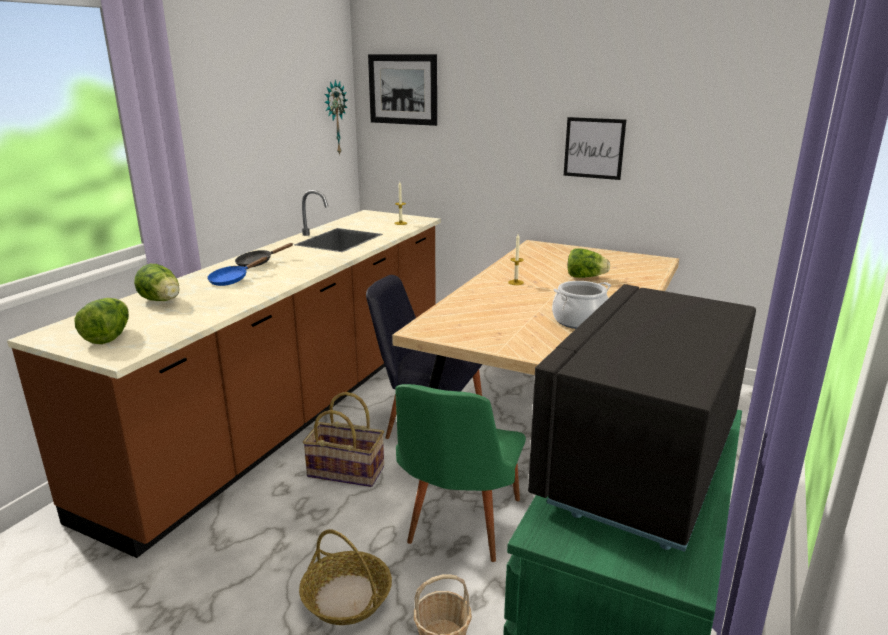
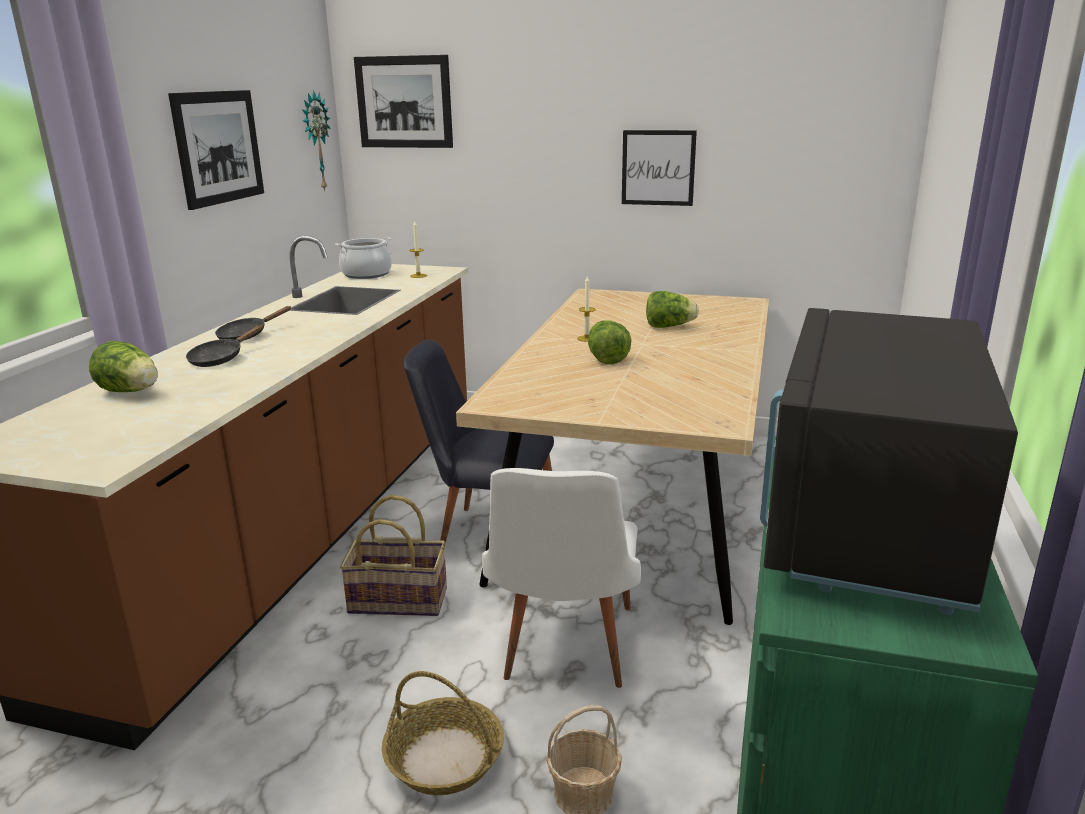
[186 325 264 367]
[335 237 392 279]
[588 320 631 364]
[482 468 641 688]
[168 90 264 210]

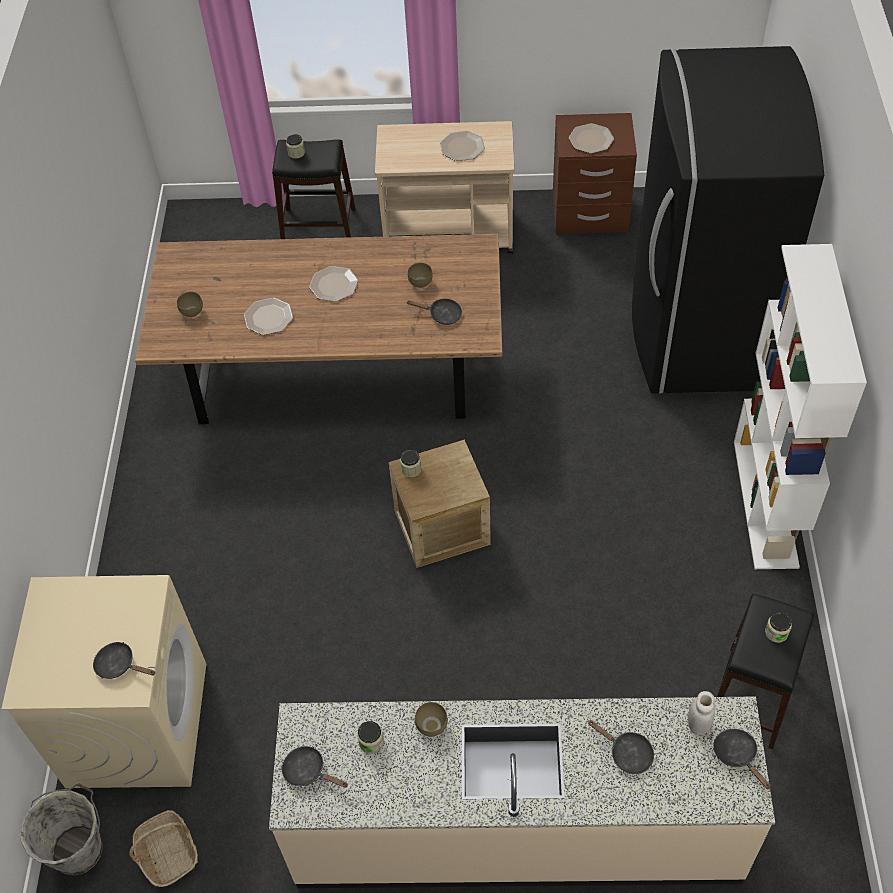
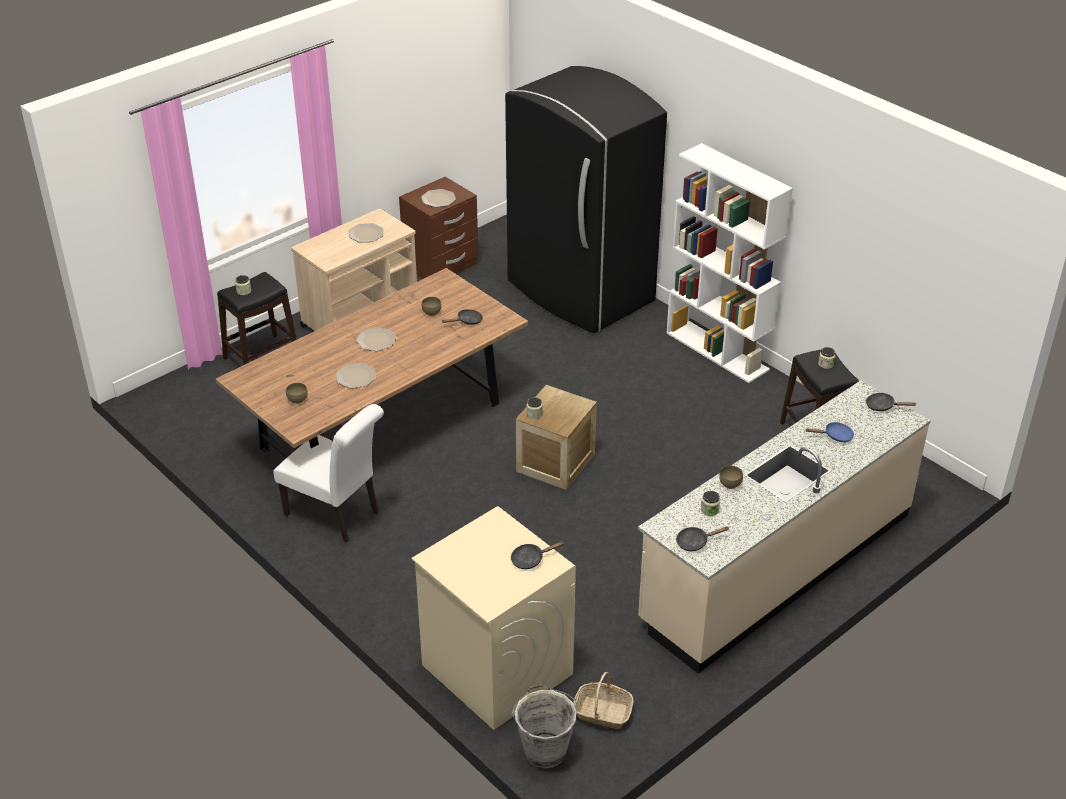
[688 691 715 735] (first image)
[806 422 854 442]
[273 404 384 543]

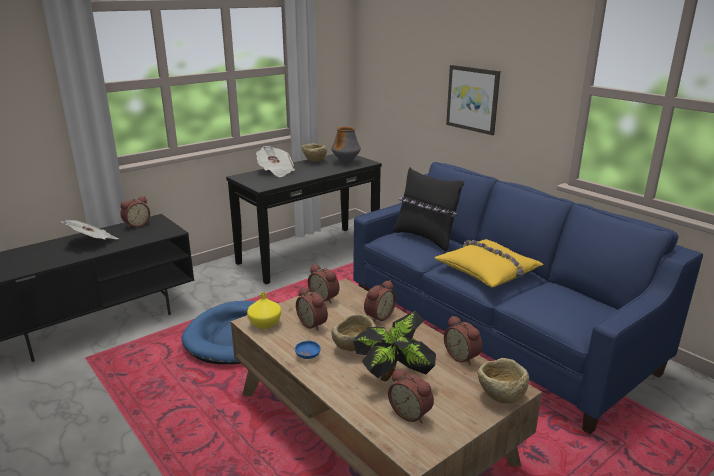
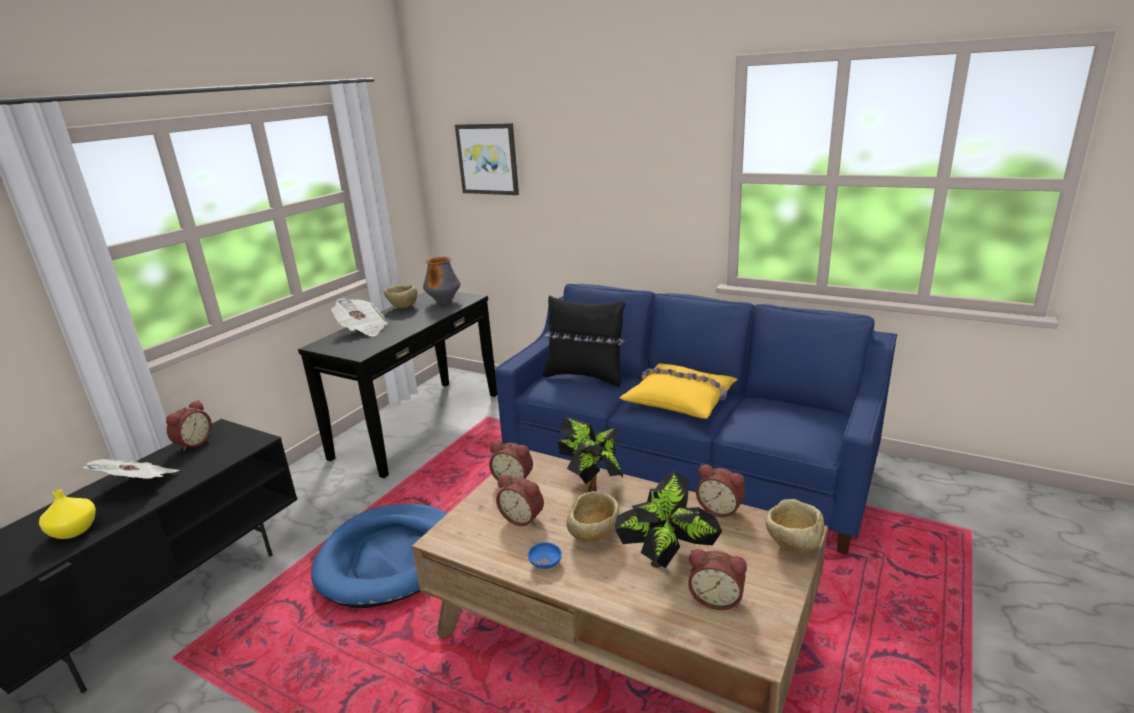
[455 123 519 195]
[557 417 623 492]
[39 489 96 539]

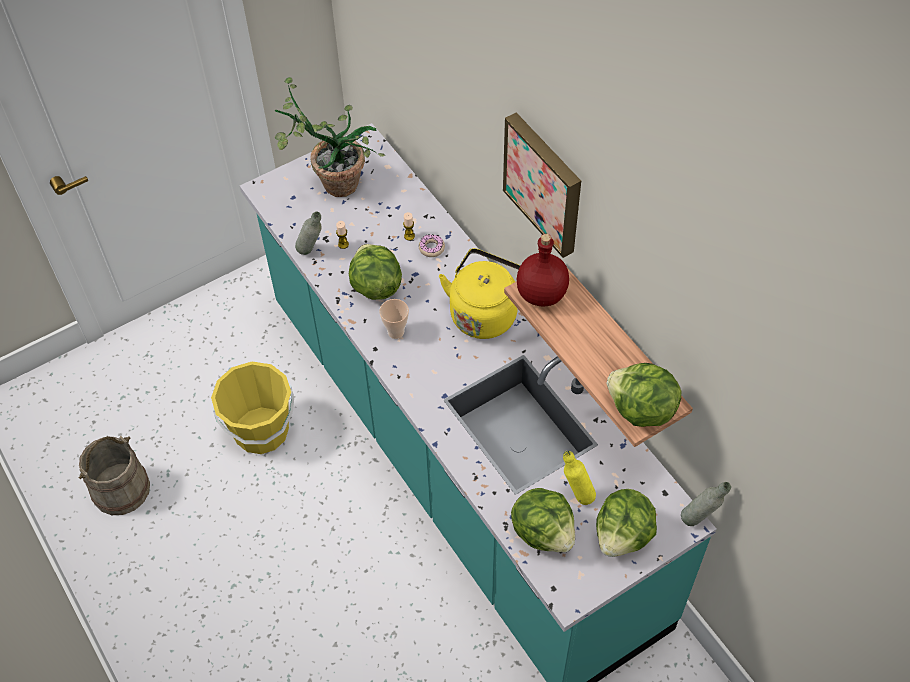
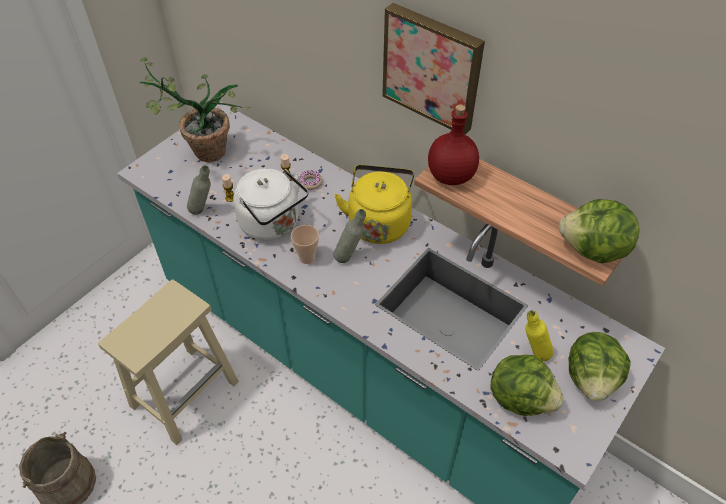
[233 168 308 241]
[98 279 239 445]
[333 209 366 263]

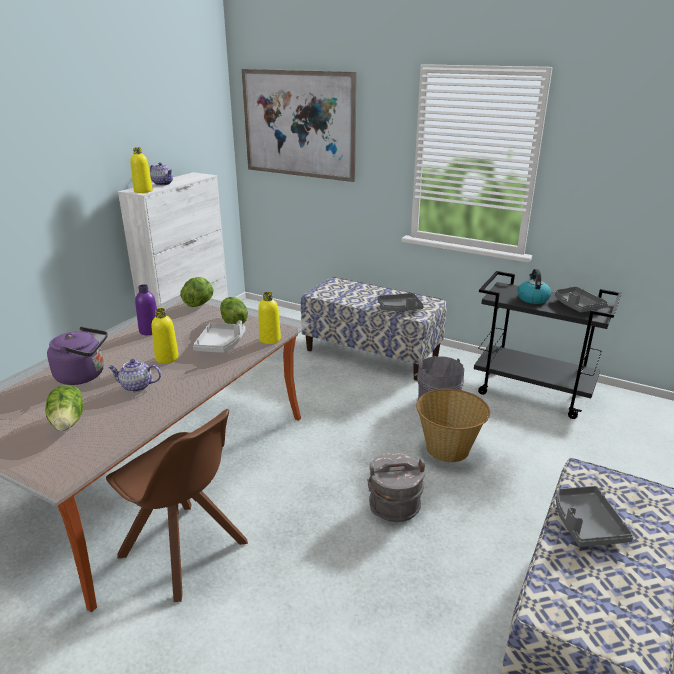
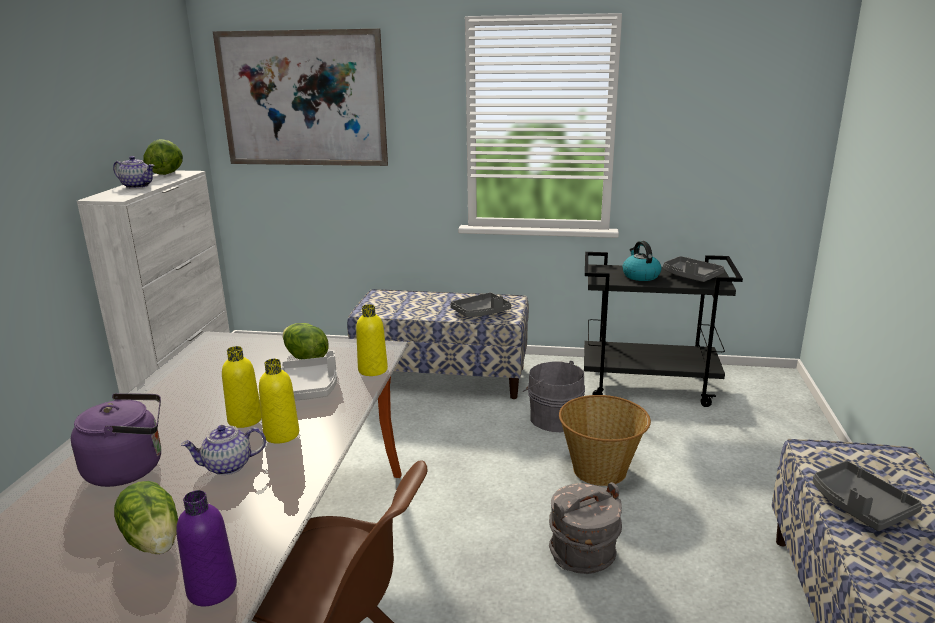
[259 359 299 444]
[143 139 183 175]
[176 490 237 606]

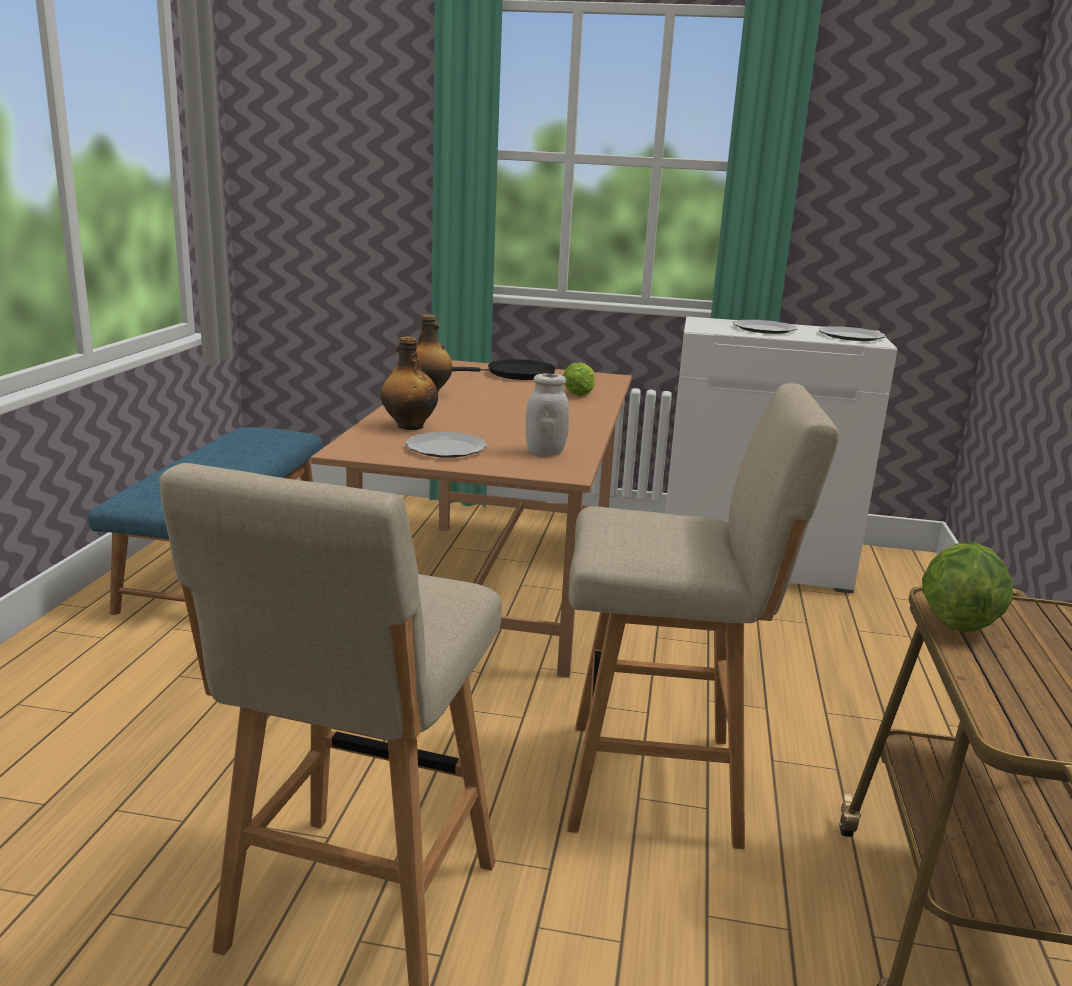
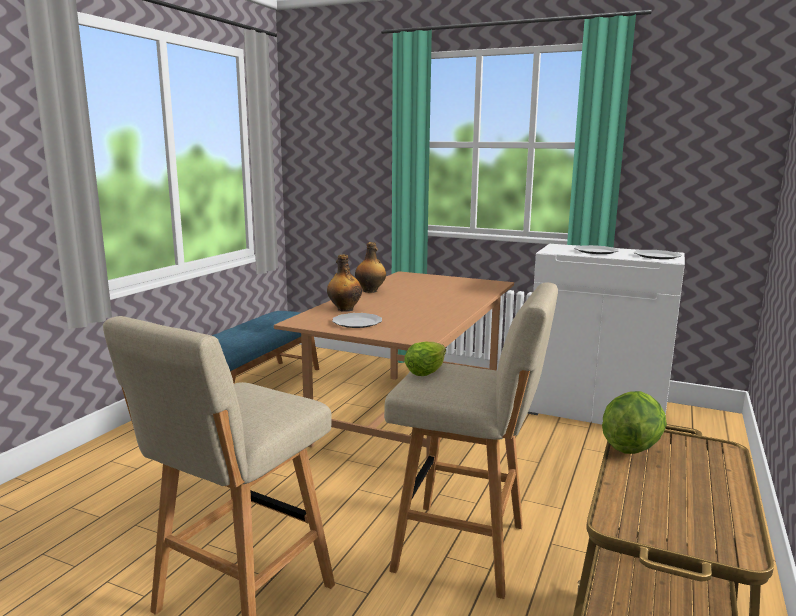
[452 359 556 380] (first image)
[404 342 446 376]
[526 373 569 456] (first image)

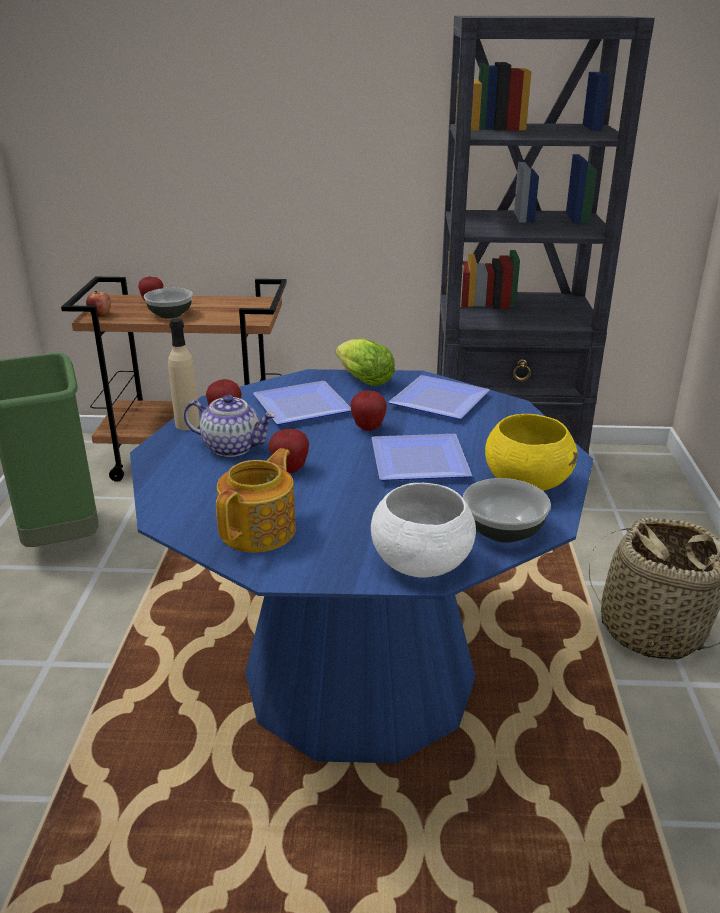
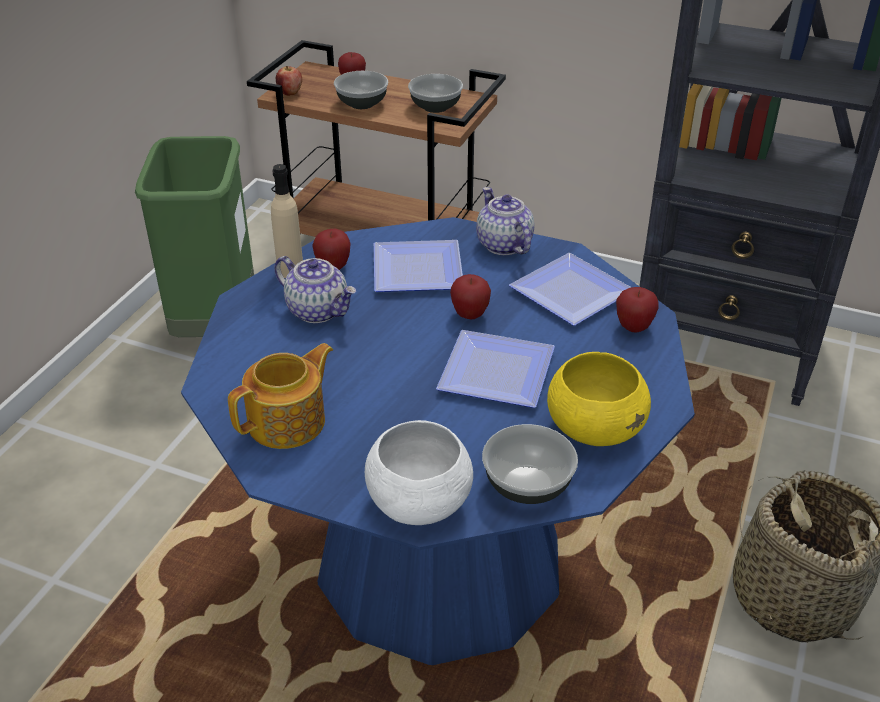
[476 187 534 255]
[616 287 659 333]
[408 74 463 113]

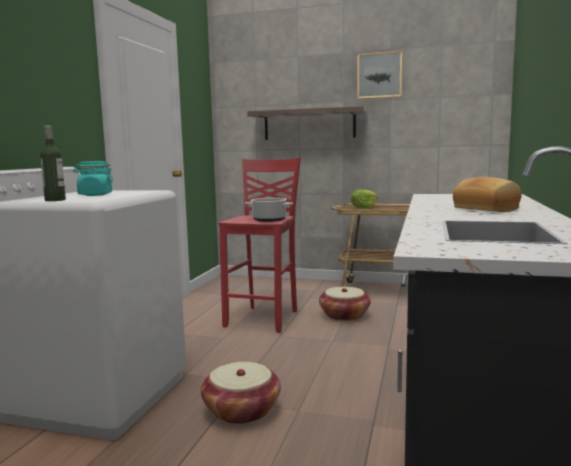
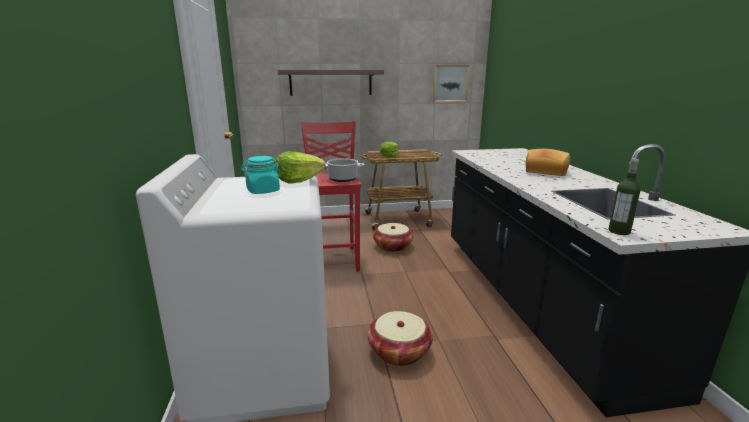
[433 65 469 102]
[608 158 641 235]
[276 152 326 183]

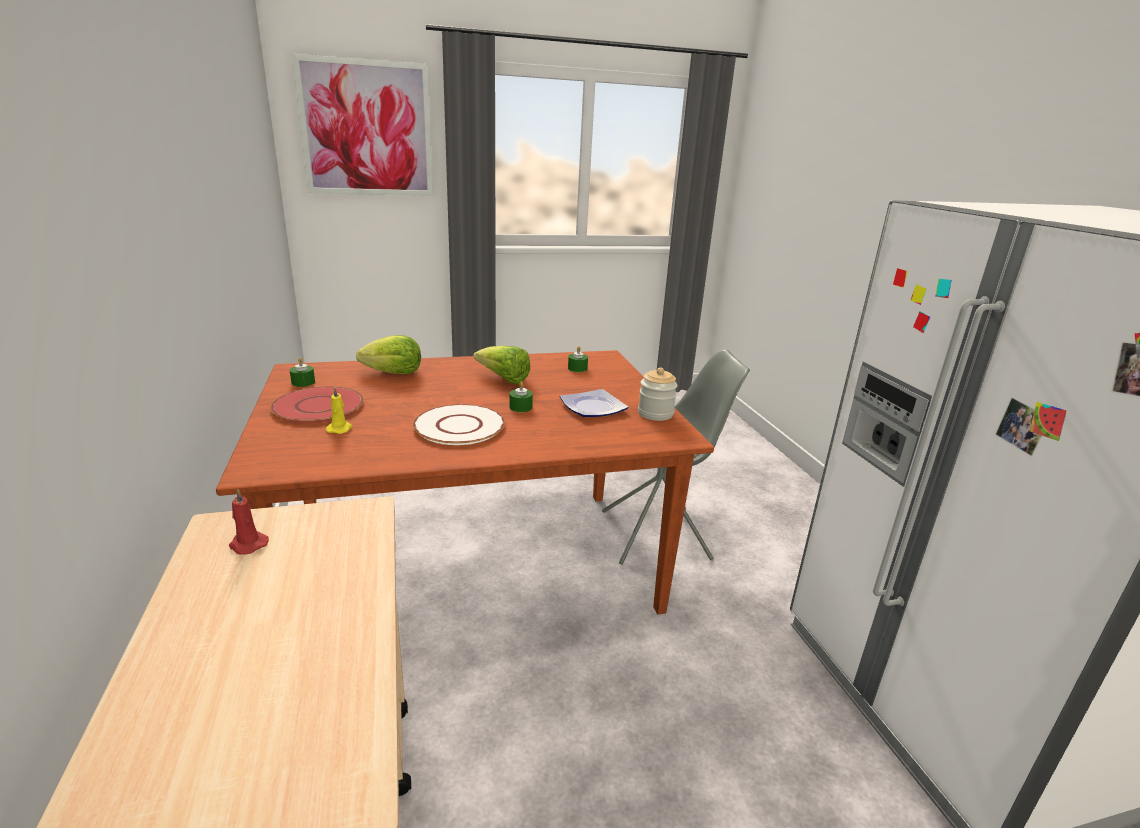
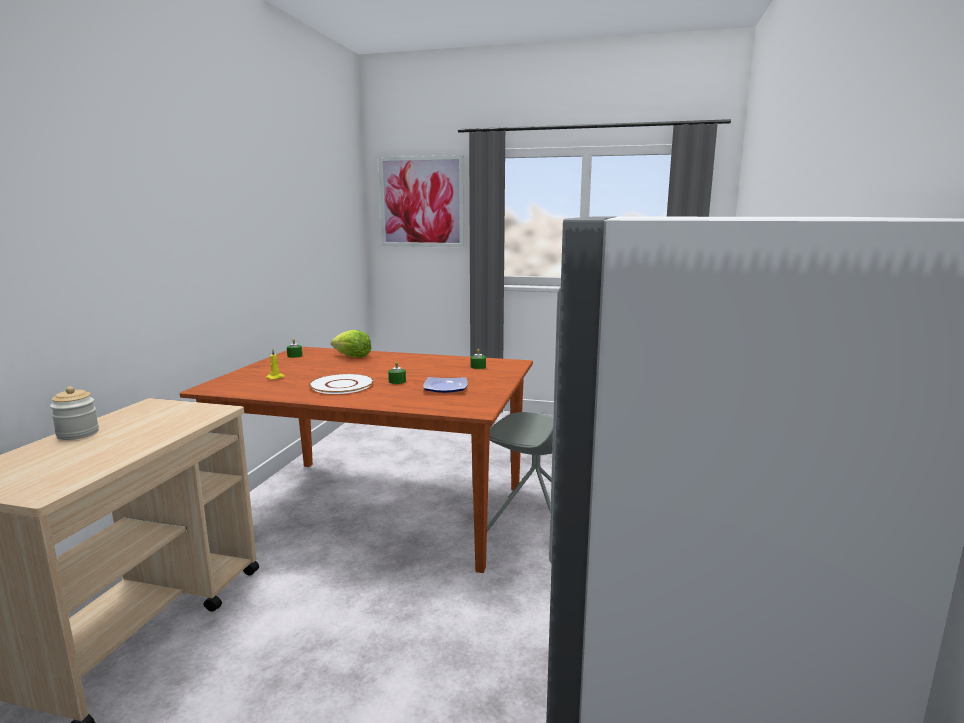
[473 346 530 384] (first image)
[50 387 99 440]
[271 386 364 423] (first image)
[229 488 269 555] (first image)

